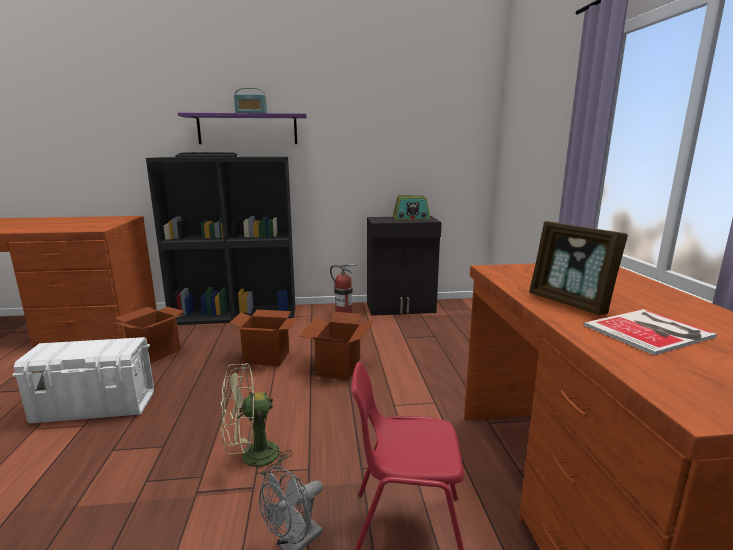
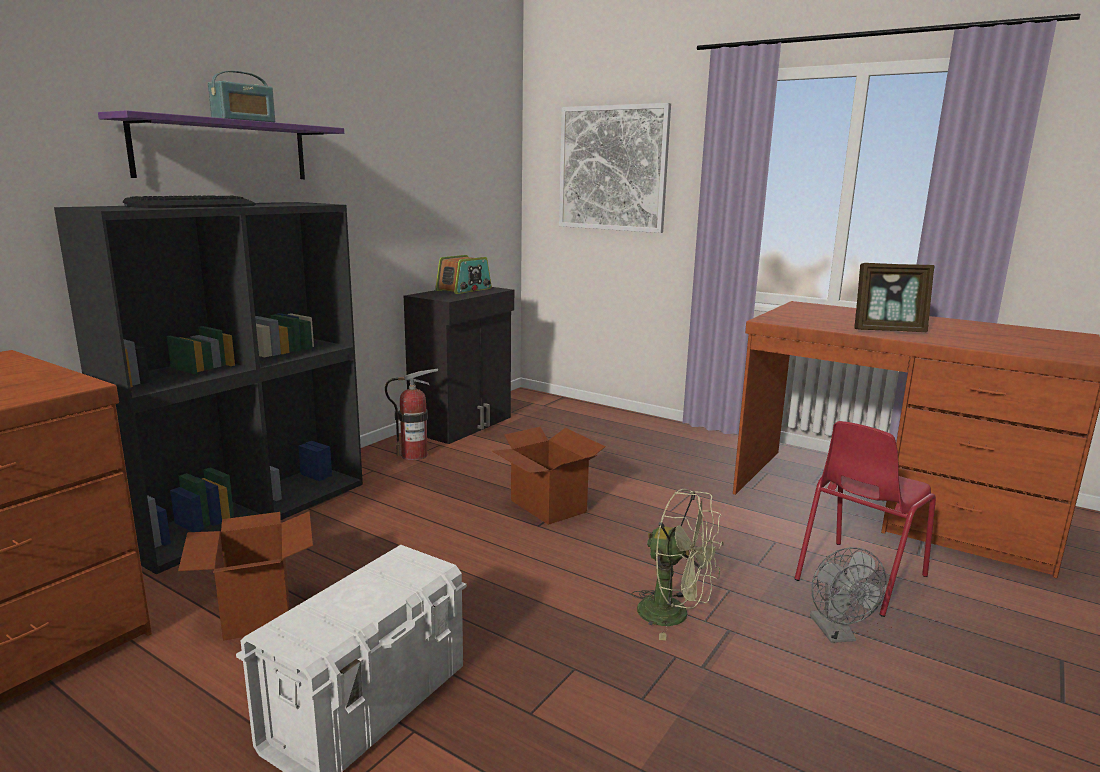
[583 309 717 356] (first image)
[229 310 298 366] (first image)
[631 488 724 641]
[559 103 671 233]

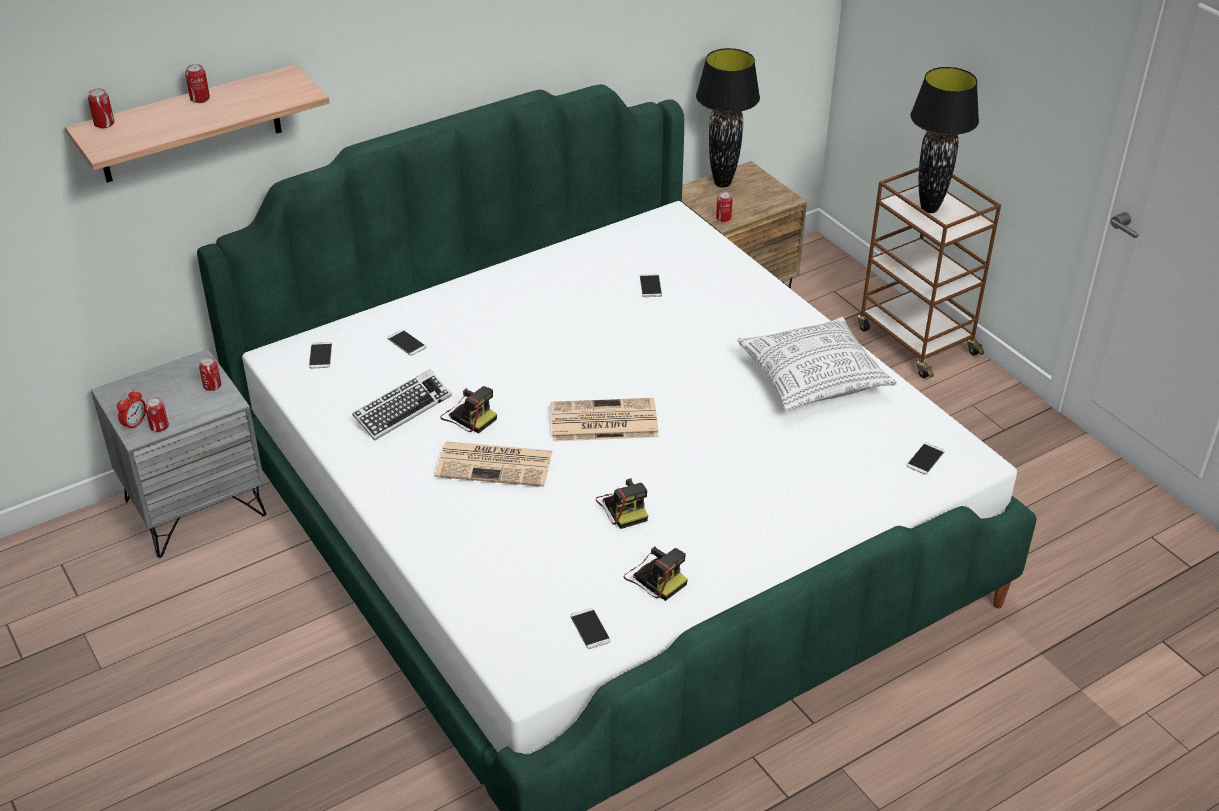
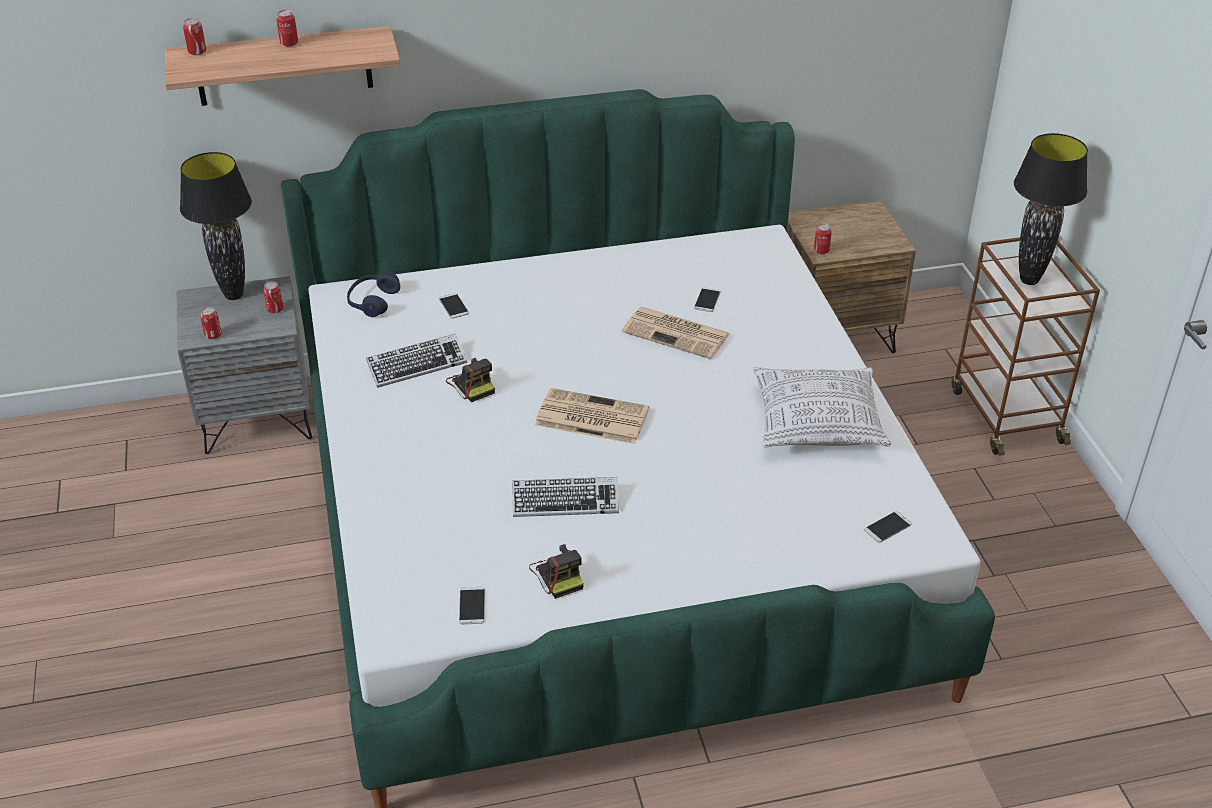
[180 152 252 300]
[347 272 400 317]
[117 389 146 431] (first image)
[622 307 730 359]
[512 477 619 517]

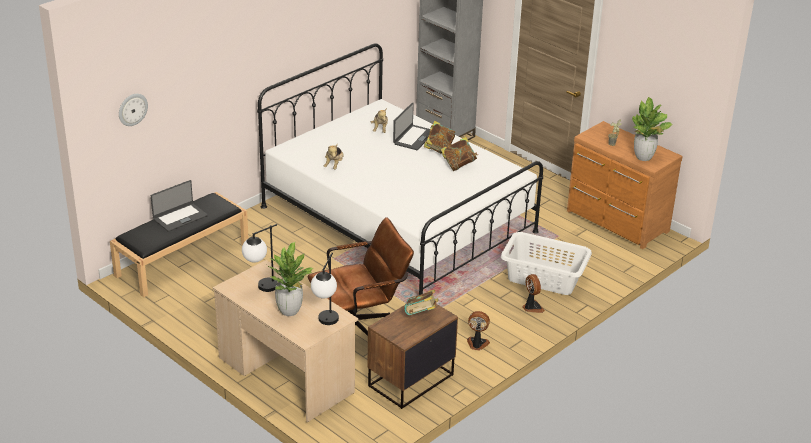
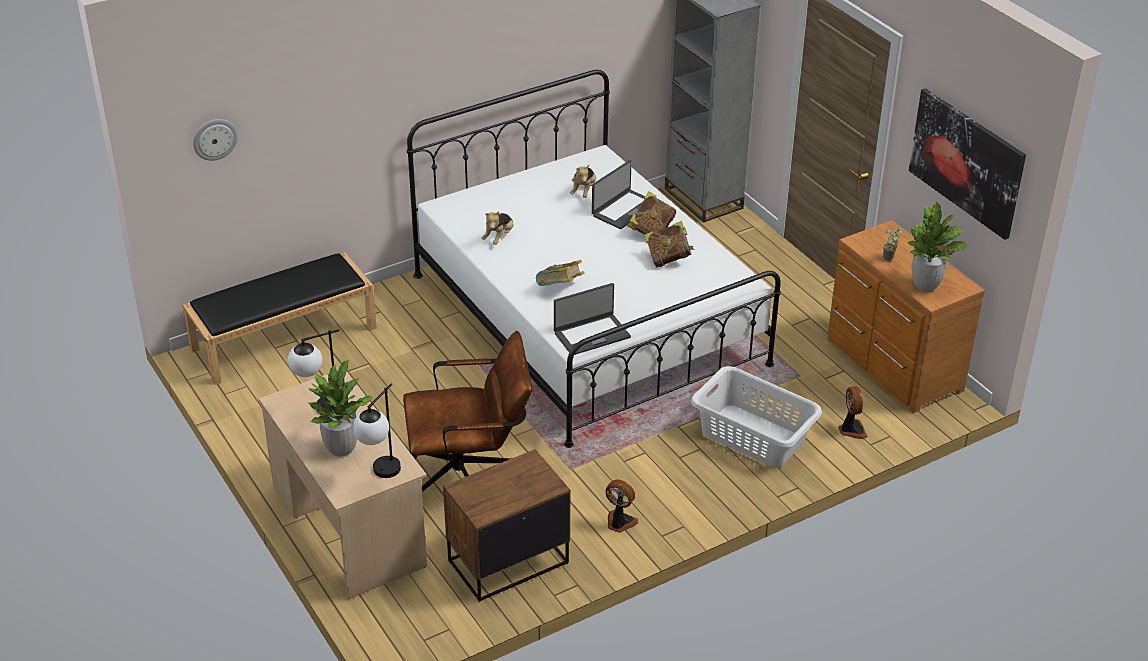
[554 283 631 355]
[838 386 868 439]
[536 260 584 286]
[909 88 1026 240]

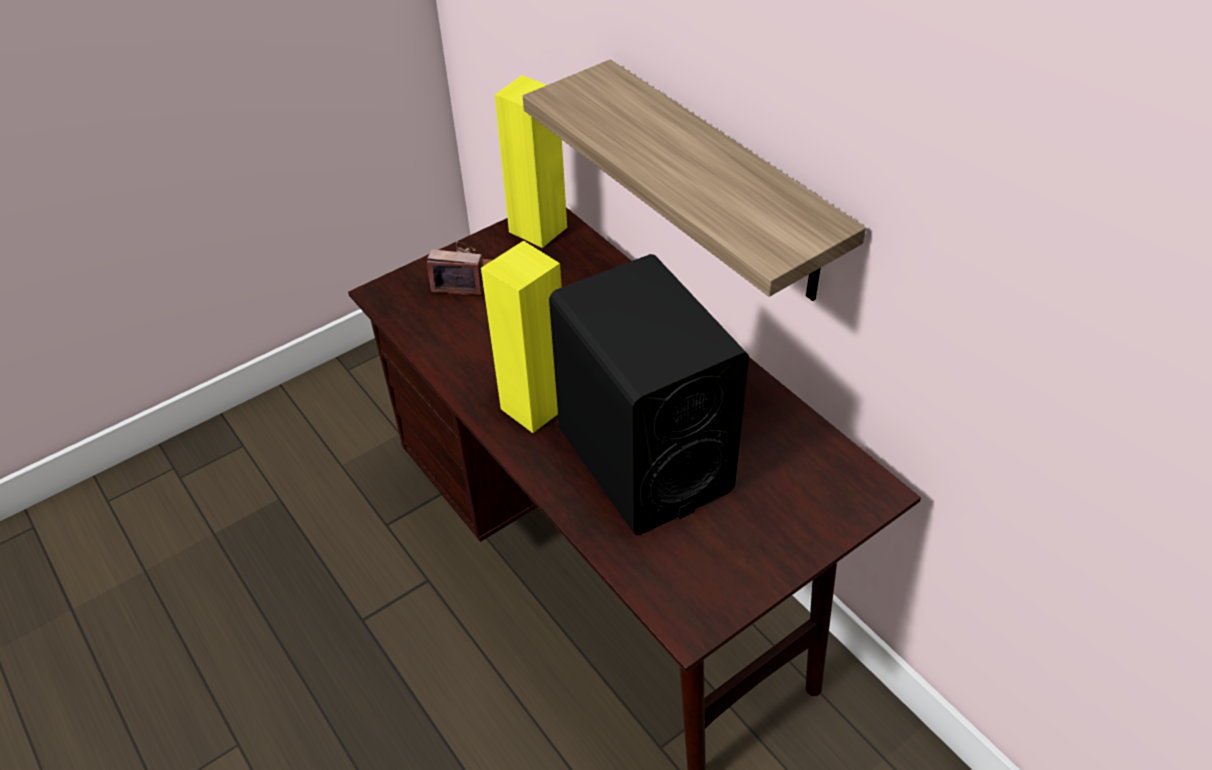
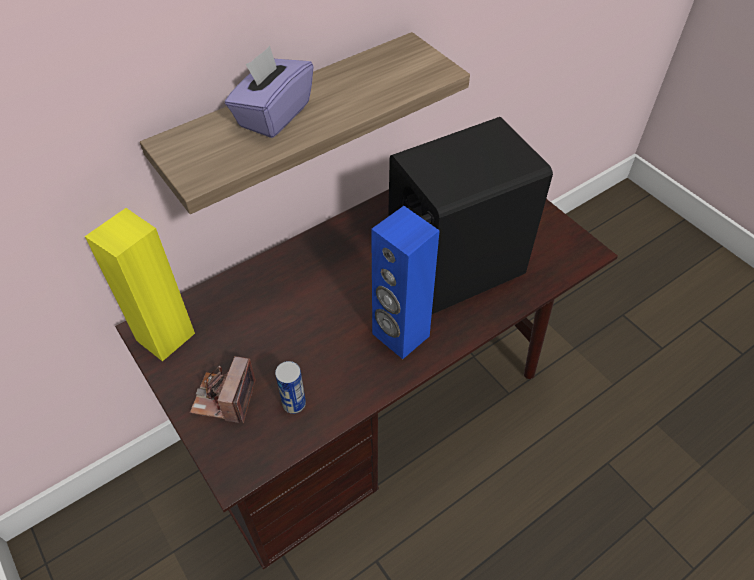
[371 206 440 359]
[225 46 314 138]
[275 361 306 414]

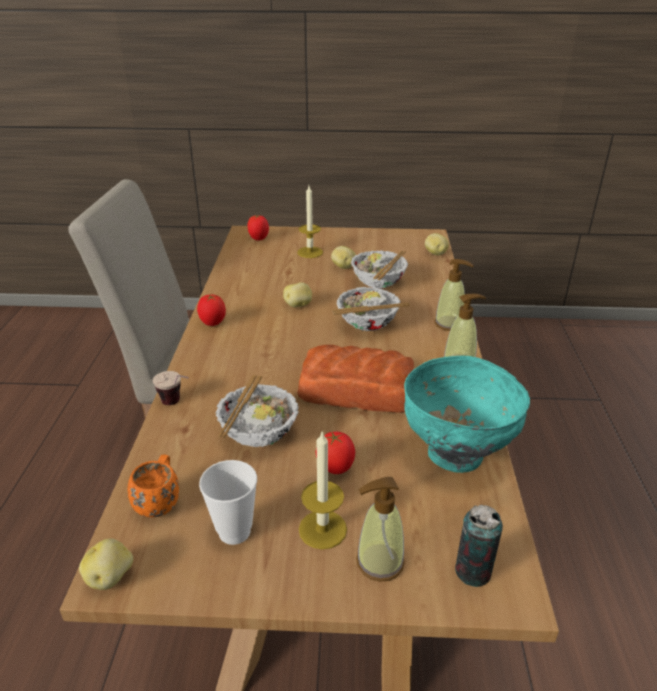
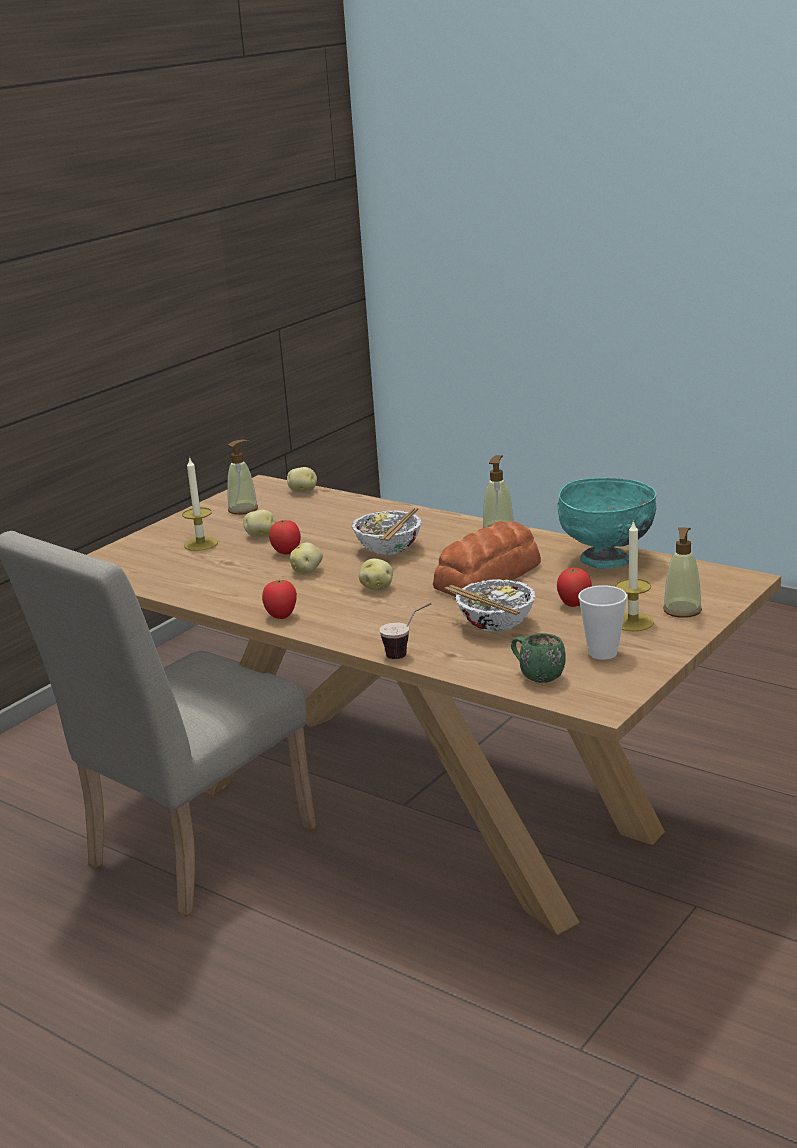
[269 520 301 554]
[351 250 408 288] (first image)
[227 440 258 515]
[511 633 566 683]
[455 505 503 587] (first image)
[359 559 393 591]

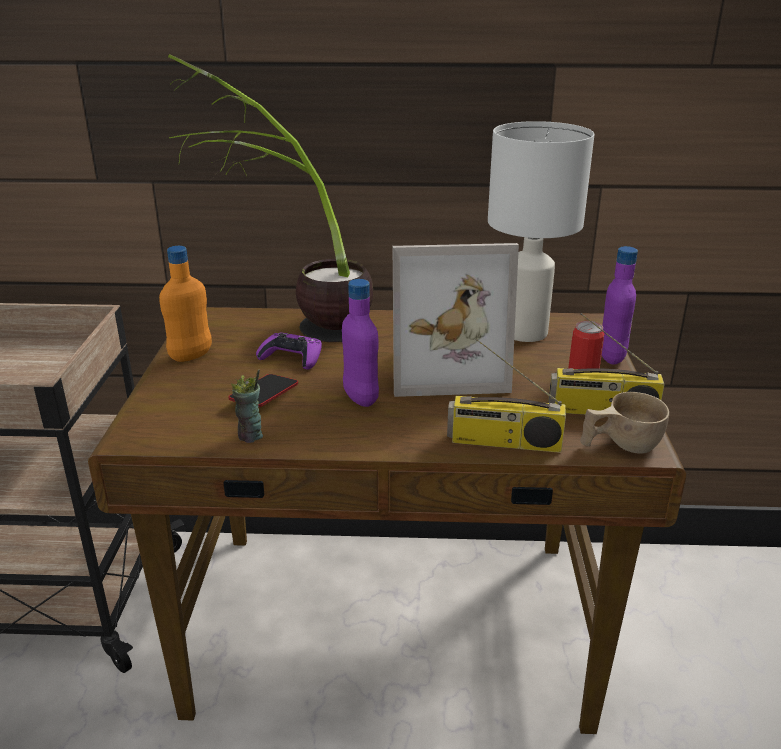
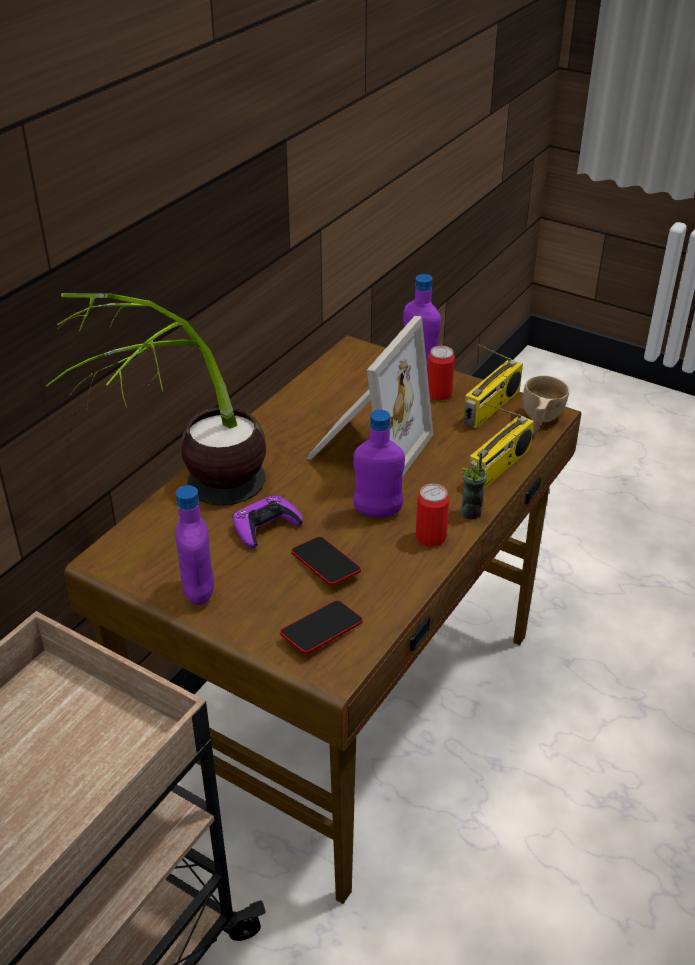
[488 121 594 342] (first image)
[175 485 214 605]
[460 453 487 520]
[416 484 449 547]
[280 600 363 654]

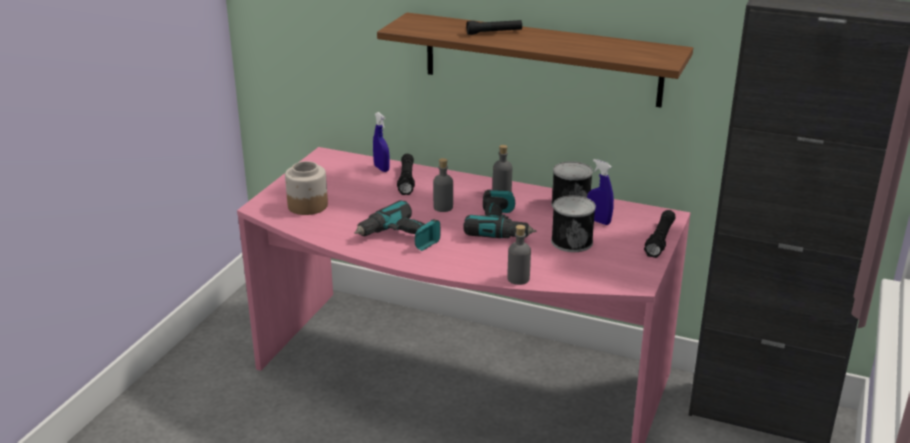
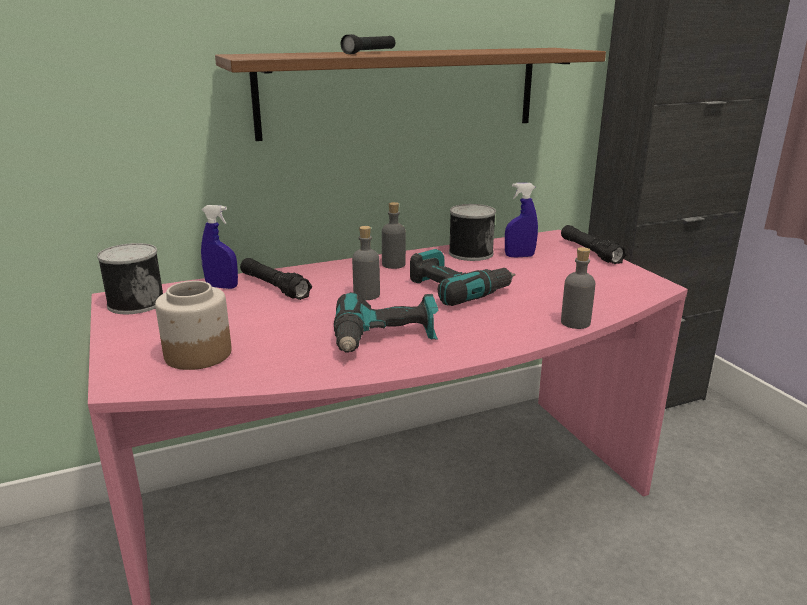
[97 243 163 314]

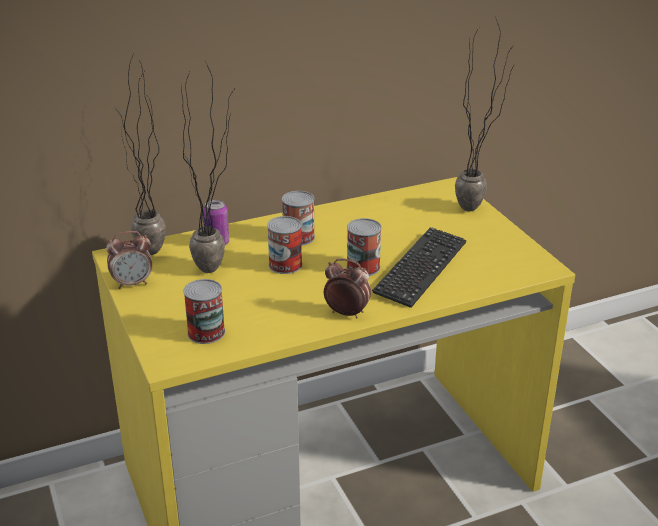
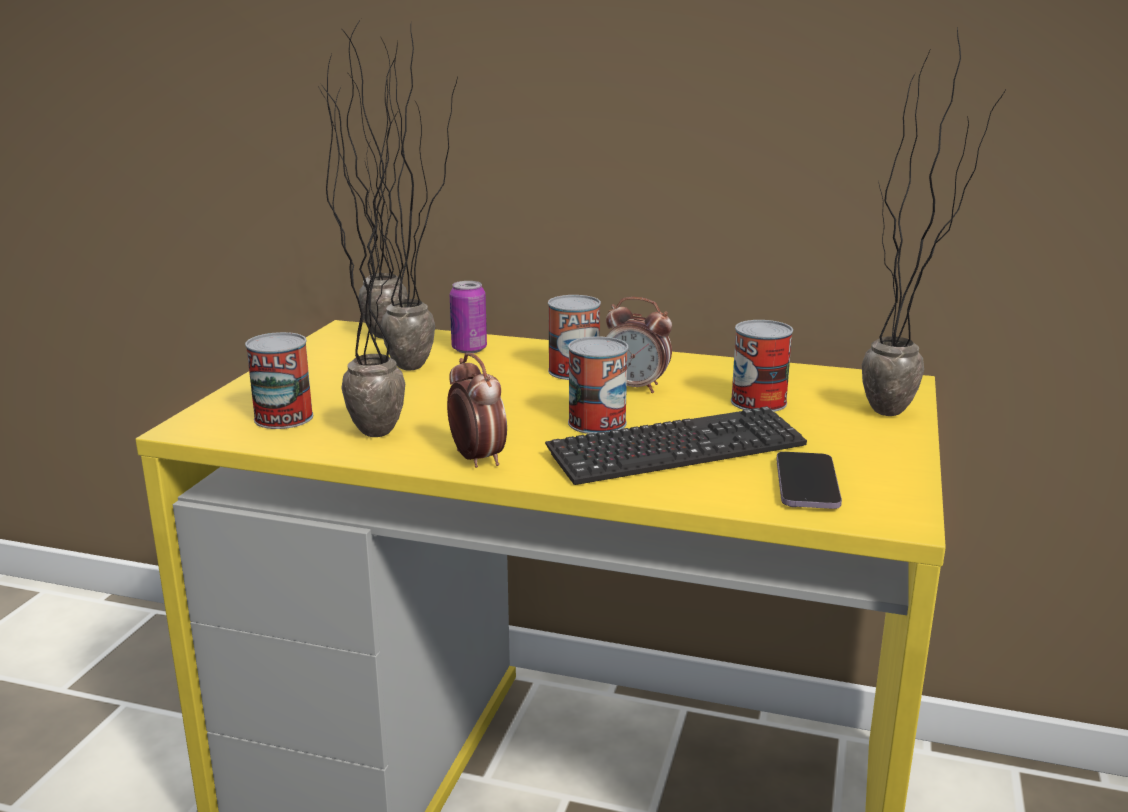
[731 320 793 412]
[606 297 672 393]
[320 32 405 437]
[776 452 842 509]

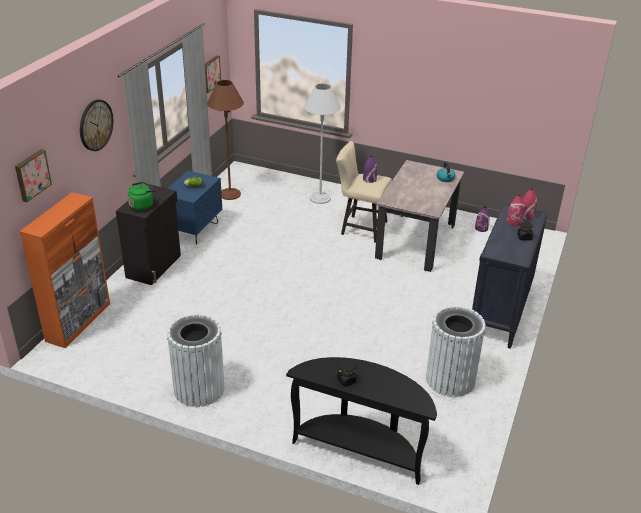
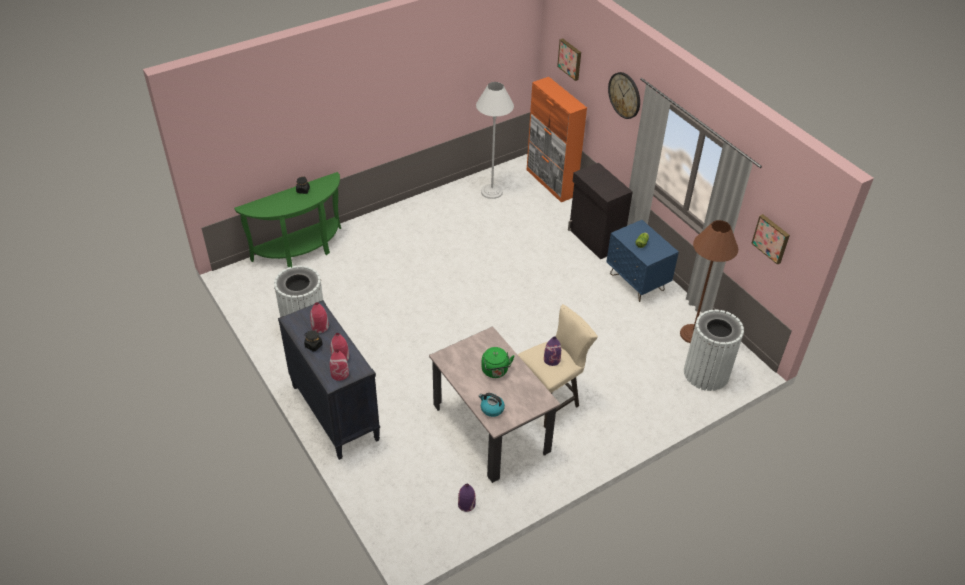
[476 82 514 199]
[481 347 514 378]
[684 310 744 391]
[234 172 341 268]
[310 302 329 333]

